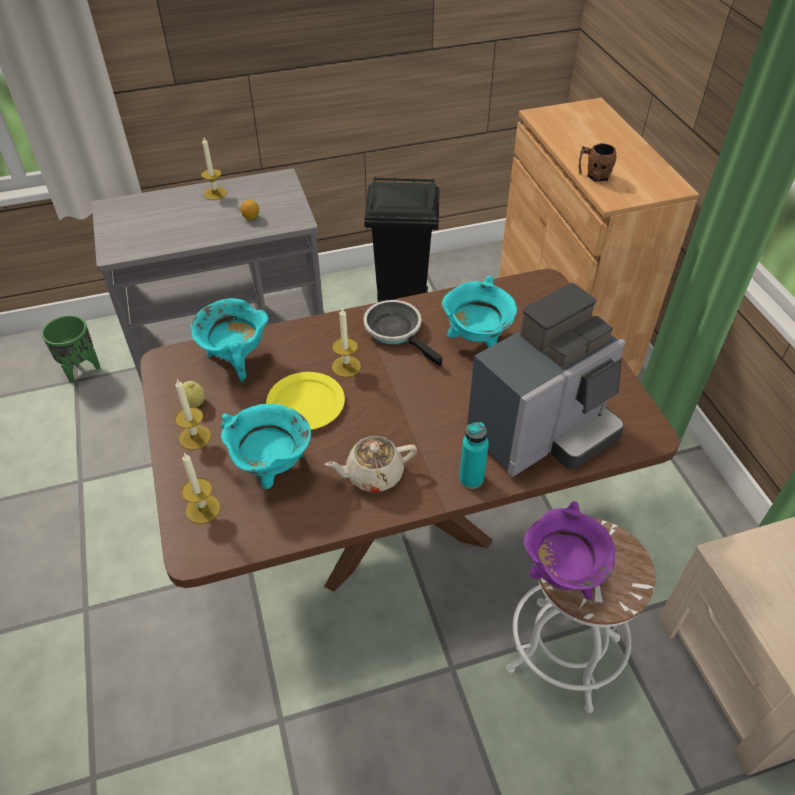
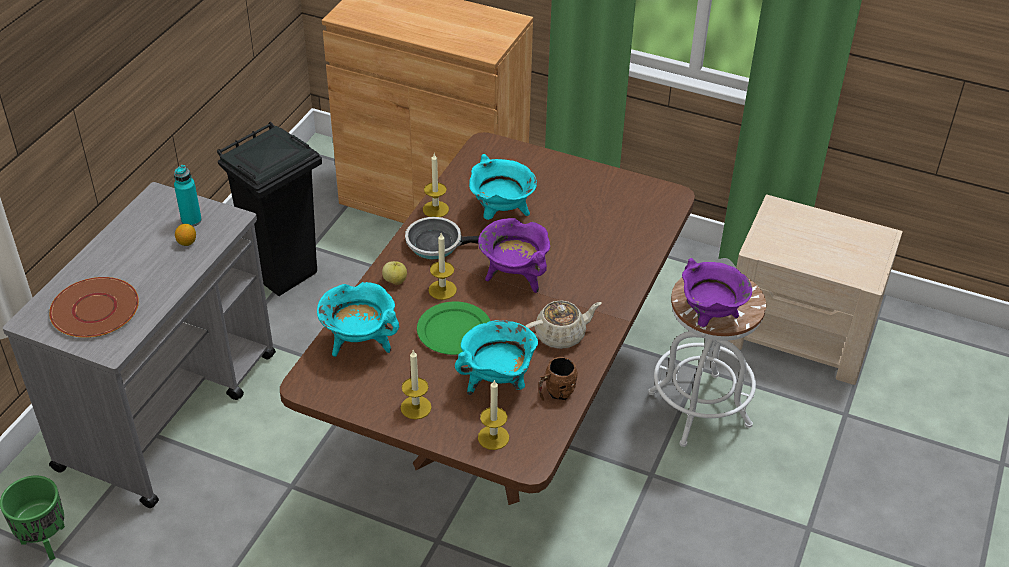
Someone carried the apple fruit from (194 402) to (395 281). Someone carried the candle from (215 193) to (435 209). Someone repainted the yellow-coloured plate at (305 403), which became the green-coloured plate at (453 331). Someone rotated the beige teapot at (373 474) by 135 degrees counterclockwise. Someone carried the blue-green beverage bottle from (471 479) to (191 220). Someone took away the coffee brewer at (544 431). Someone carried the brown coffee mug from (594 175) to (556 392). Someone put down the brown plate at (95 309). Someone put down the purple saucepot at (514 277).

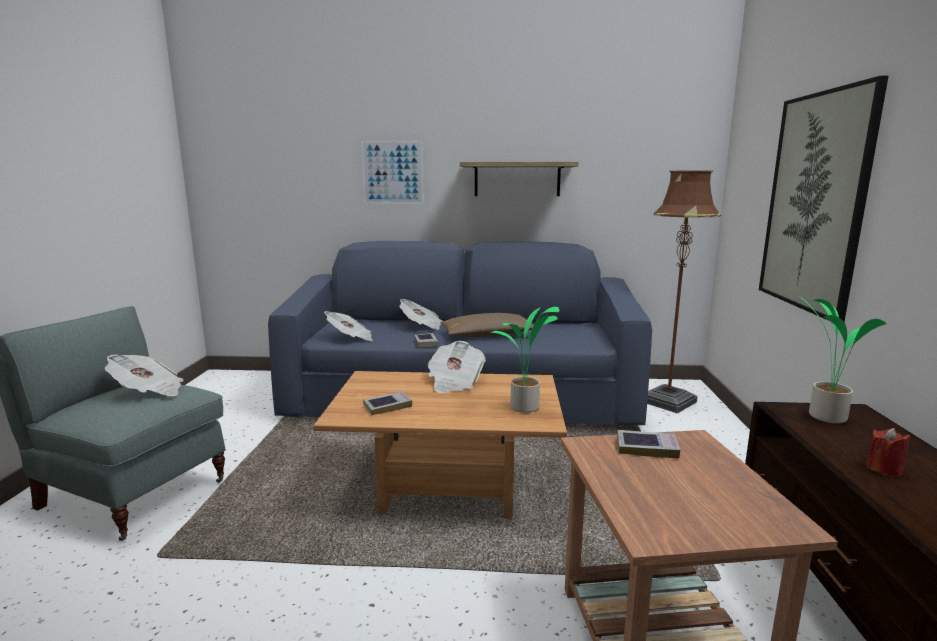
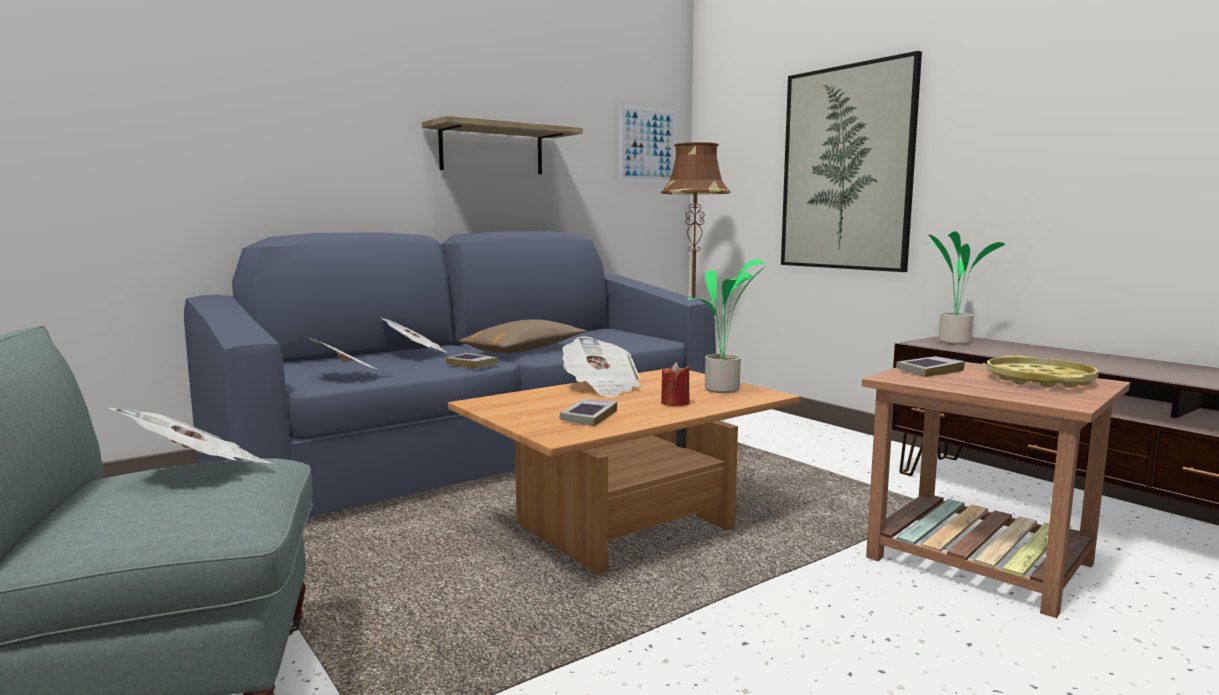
Someone carried the picture from (392 172) to (648 145). Someone carried the red-coloured candle from (884 469) to (675 403). Someone put down the yellow-coloured carrying tray at (1039 380).

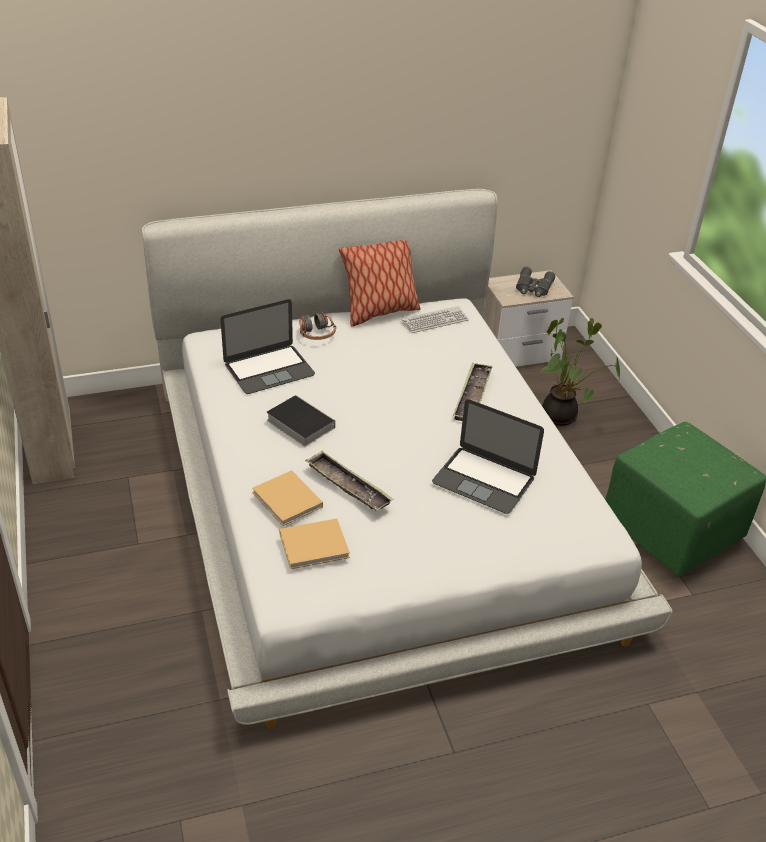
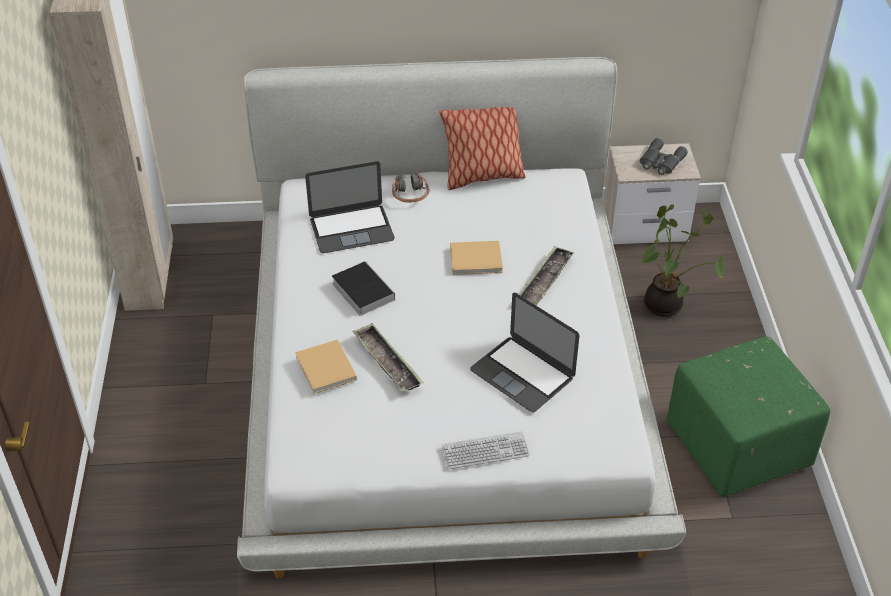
Someone carried the beige volume from (316 545) to (477 259). Someone carried the computer keyboard from (434 321) to (485 451).

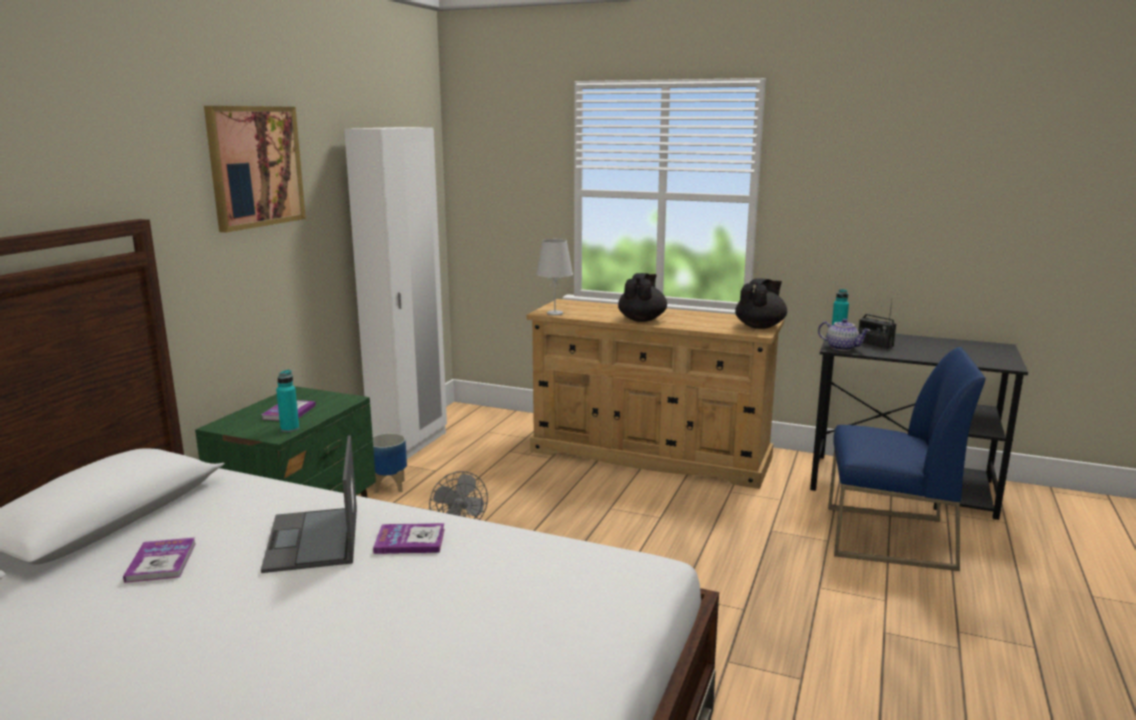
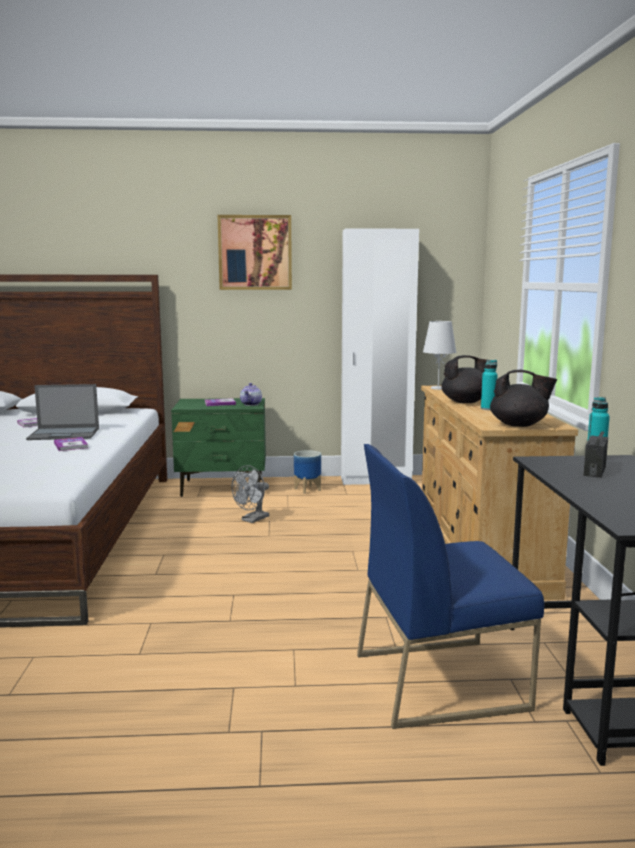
Someone rotated the notebook computer at (313 540) by 150 degrees counterclockwise. Someone carried the blue-green beverage bottle from (290 429) to (488 409). Someone carried the teapot from (842 348) to (251 404). Someone rotated the blue upright chair at (887 537) by 90 degrees clockwise.

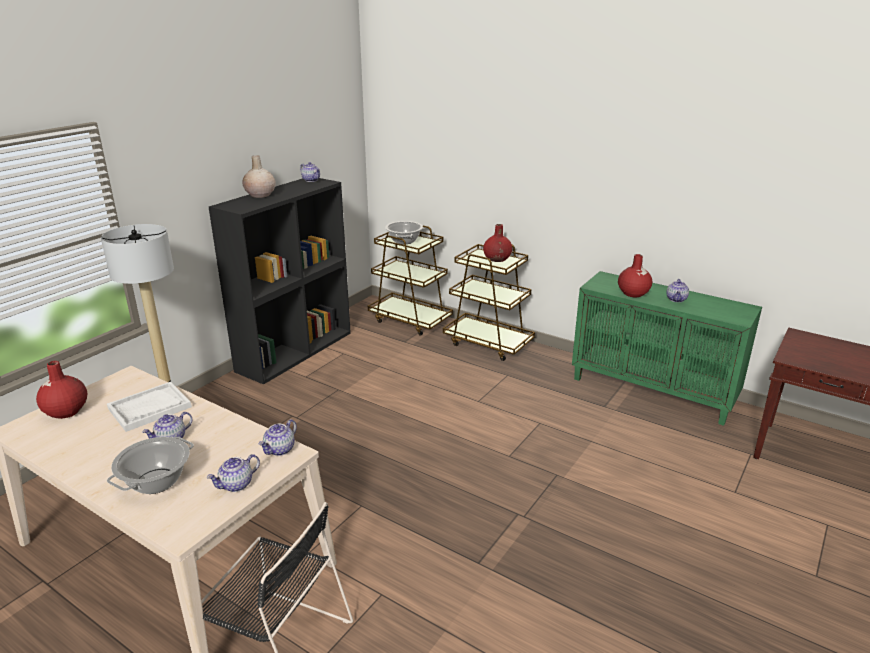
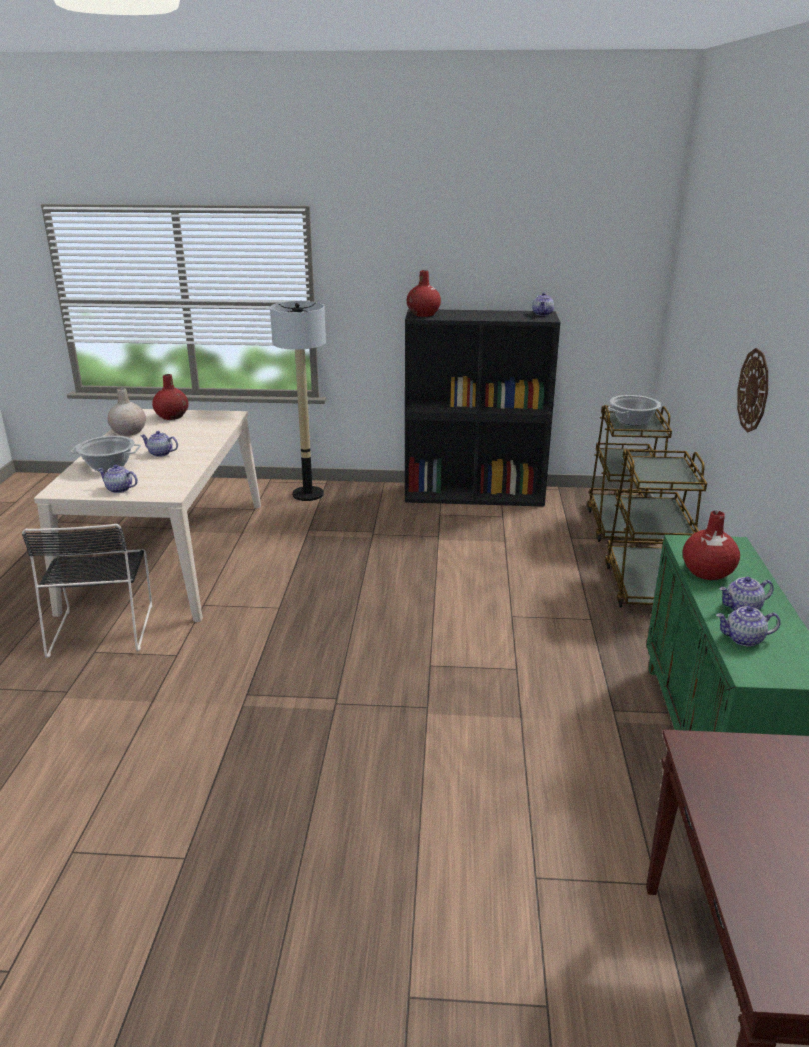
Someone took away the whitish carrying tray at (149 408). Someone carried the beige flower vase from (260 195) to (128 432). Someone carried the teapot from (280 449) to (743 639). Someone carried the red-coloured flower vase from (497 259) to (423 314). Someone put up the hanging clock at (754 390).

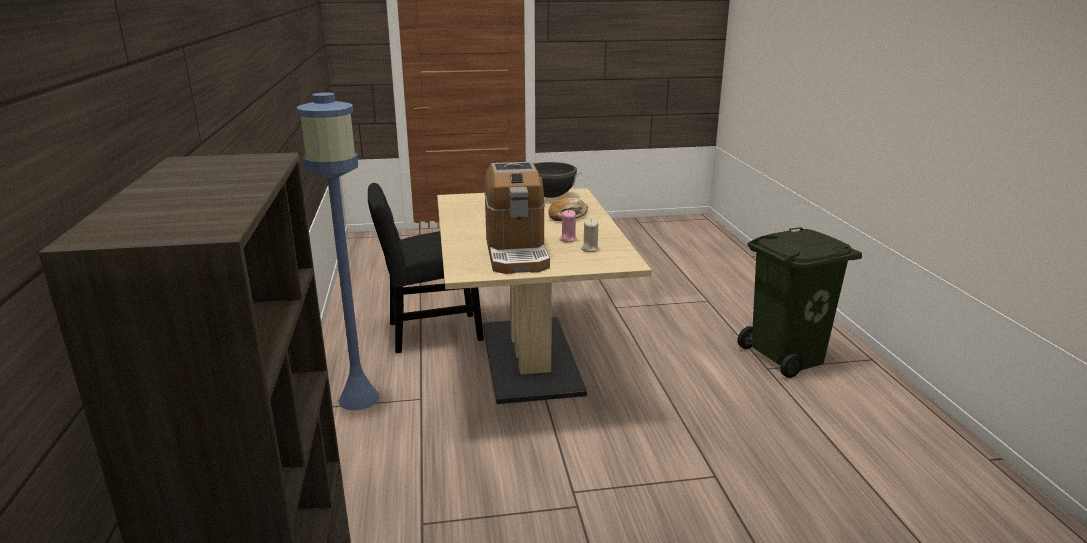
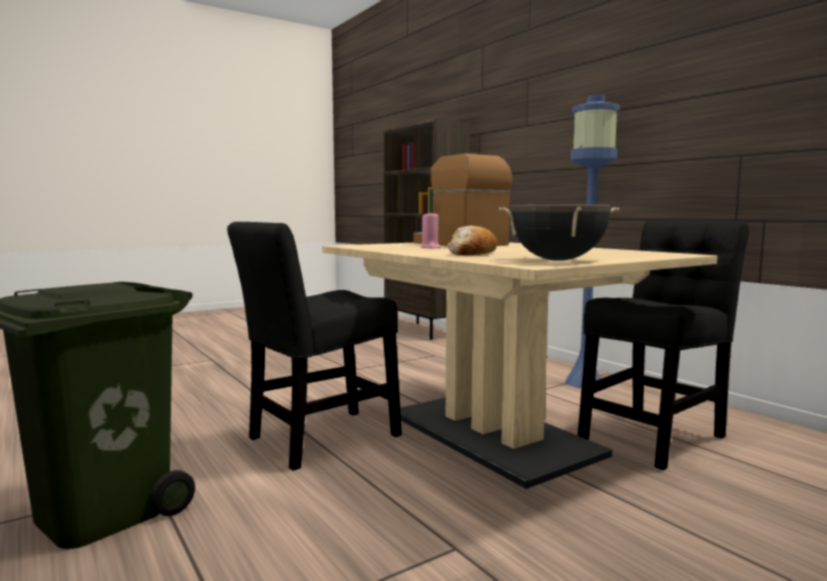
Someone took away the beige candle at (590 249). Someone put down the black-coloured upright chair at (318 439).

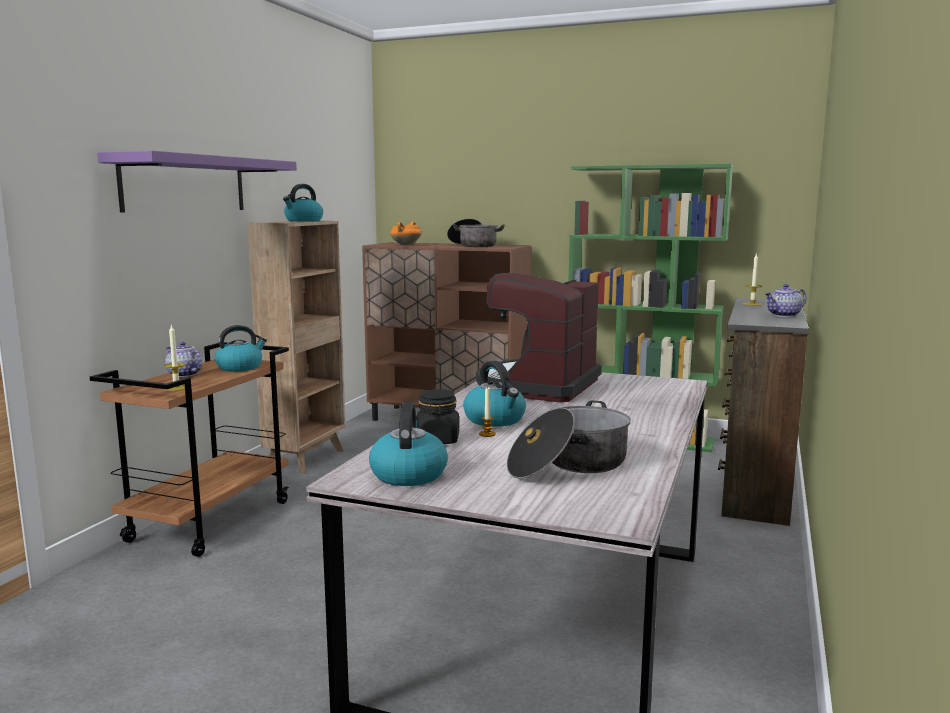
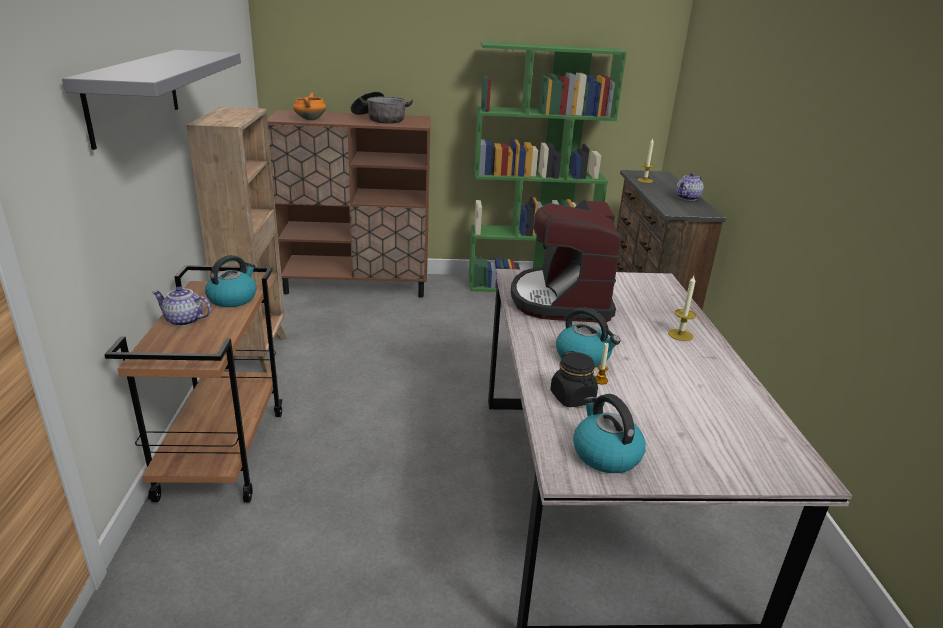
Someone repainted the purple wall shelf at (185 184), which became the greyish wall shelf at (134 94). Someone carried the candle from (176 388) to (680 335). Someone took away the kettle at (303 221). Someone took away the saucepot at (568 465).

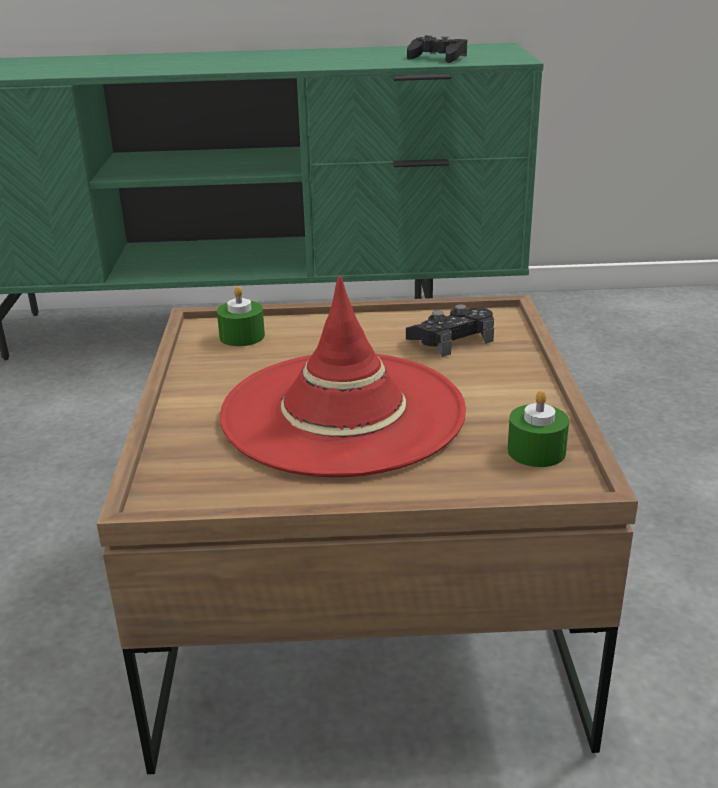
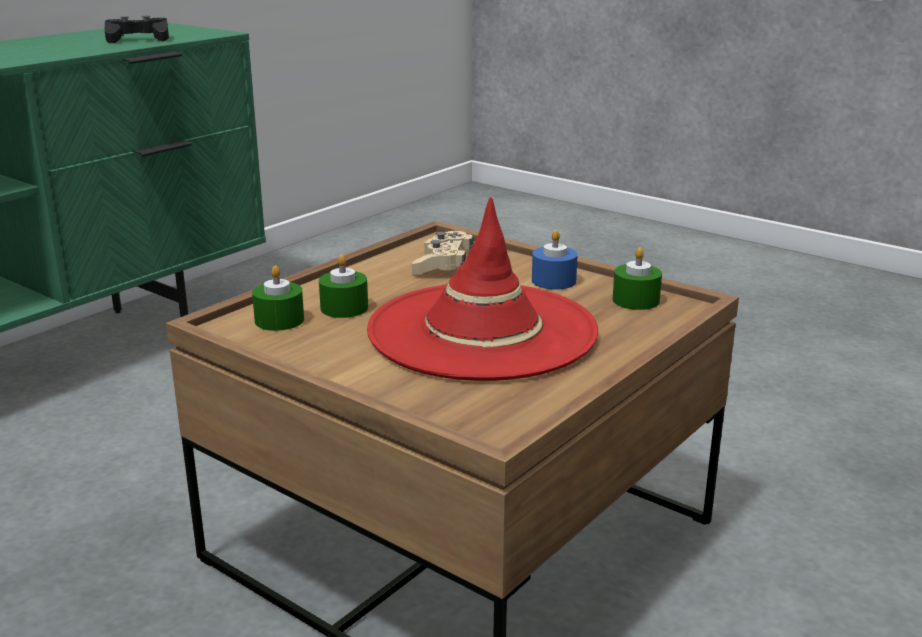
Someone repainted the black-coloured game controller at (451 340), which became the beige game controller at (443 265). Someone put down the green-coloured candle at (344 308). Someone put down the blue candle at (553 281).

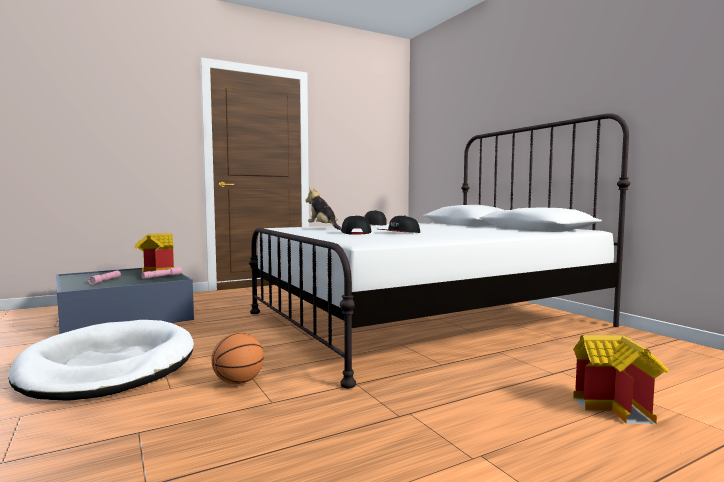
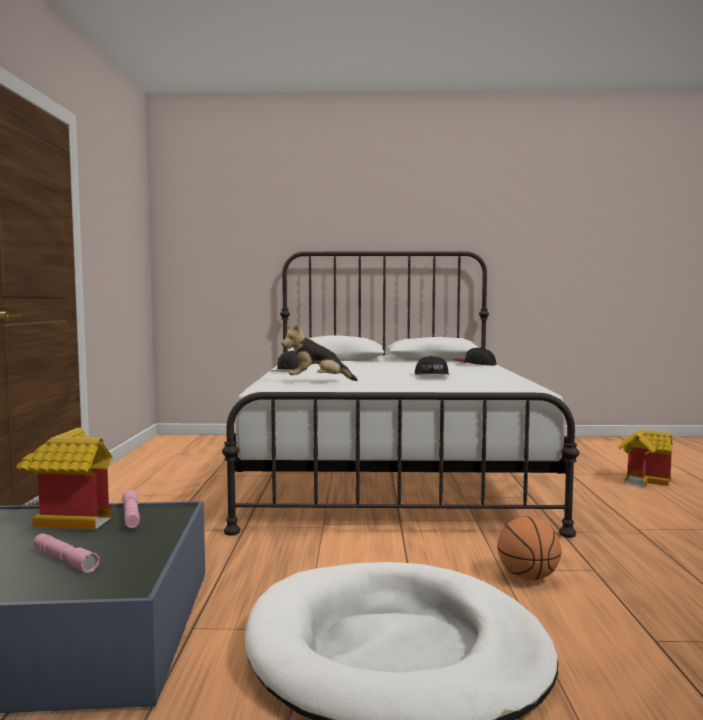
Someone carried the cap from (355 232) to (474 364).

